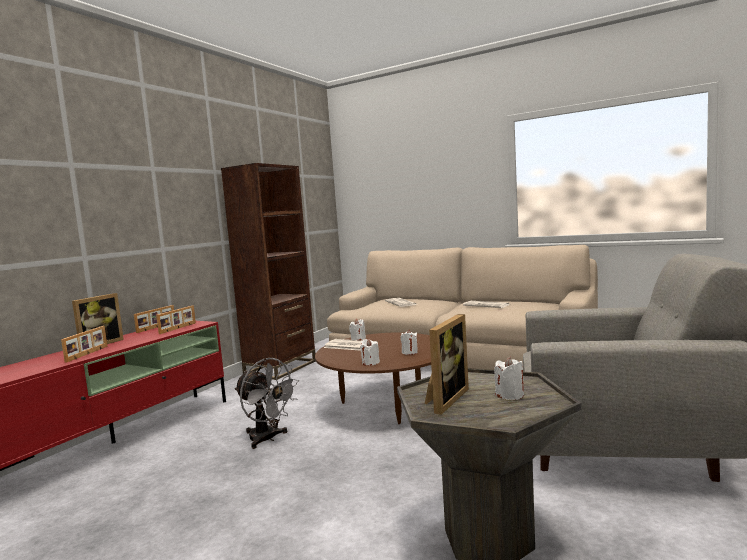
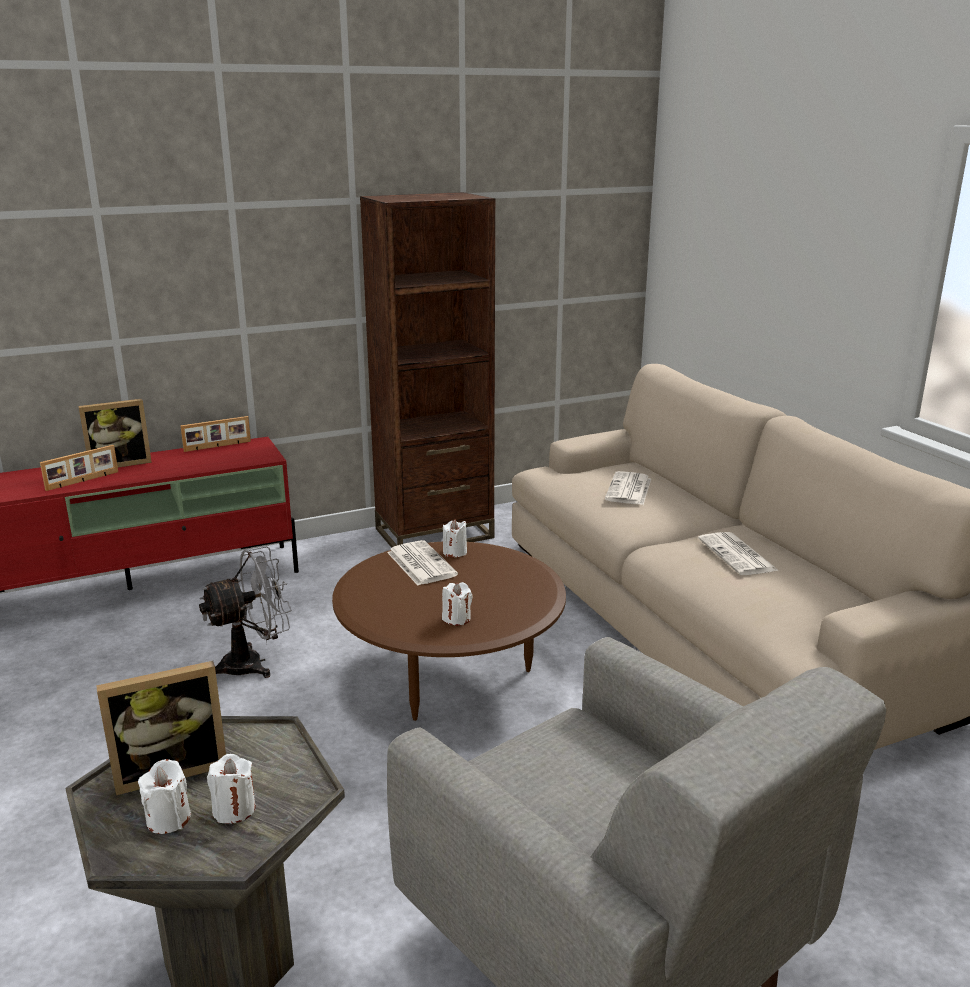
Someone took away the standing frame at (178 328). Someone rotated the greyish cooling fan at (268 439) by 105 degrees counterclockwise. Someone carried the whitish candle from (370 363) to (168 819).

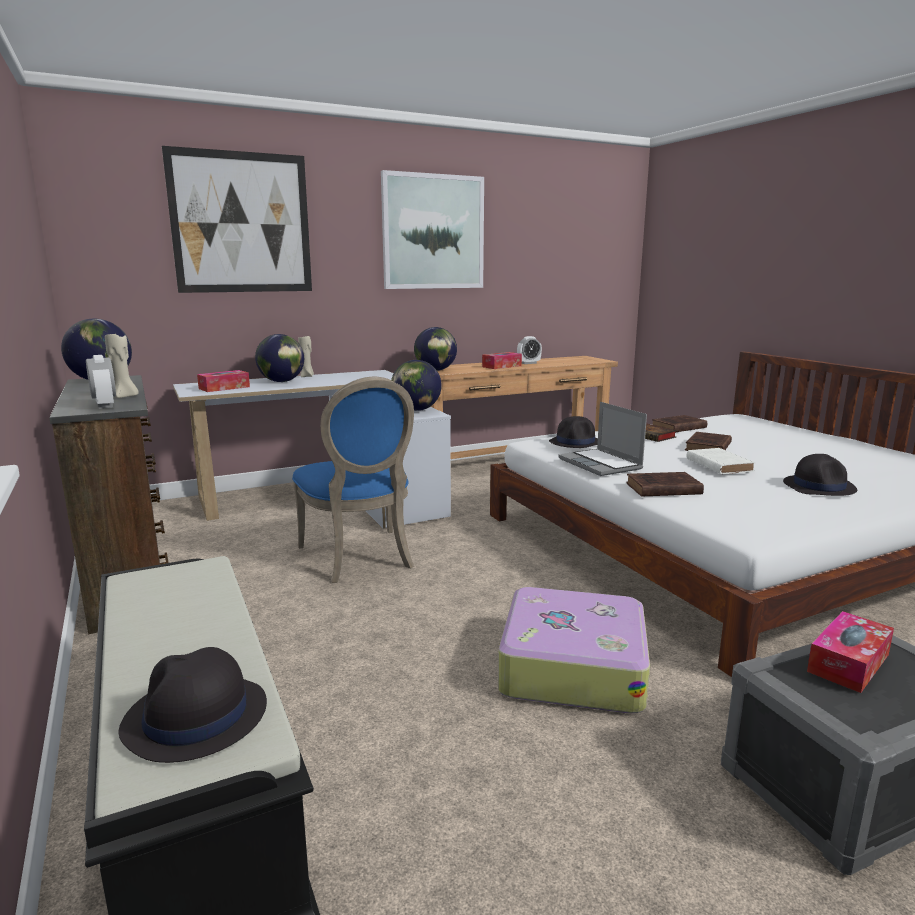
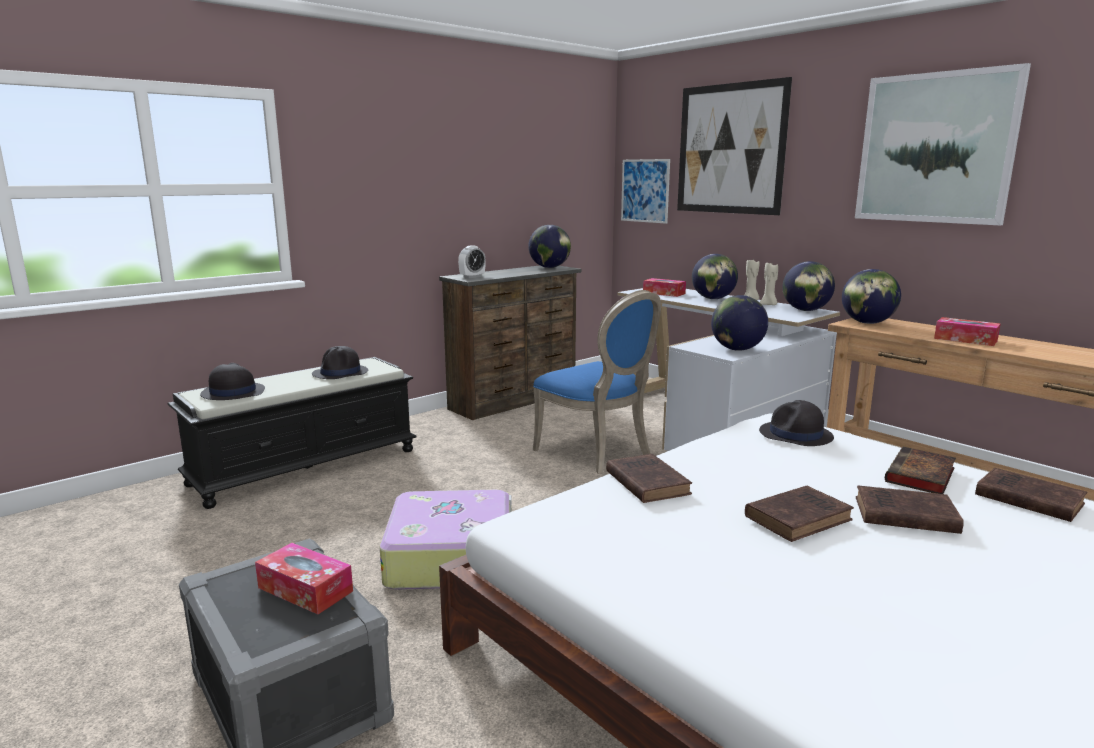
Someone carried the beige candle from (125 397) to (768 305). Someone rotated the blue upright chair at (360 558) by 90 degrees counterclockwise. Someone took away the bedside clock at (528 363). Someone took away the notebook computer at (601 464). Someone repainted the whitish volume at (718 464), which became the brown volume at (799 517). Someone carried the black-coloured wearable hat from (819 486) to (340 373). Someone put up the picture at (645 190). Someone put down the globe at (805 310).

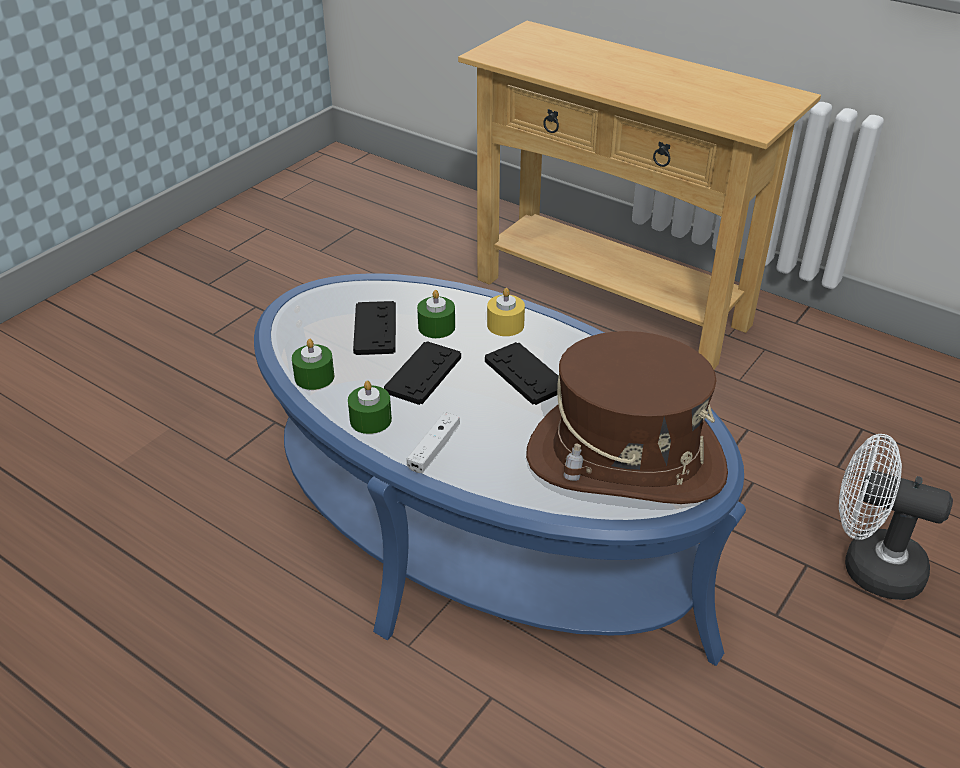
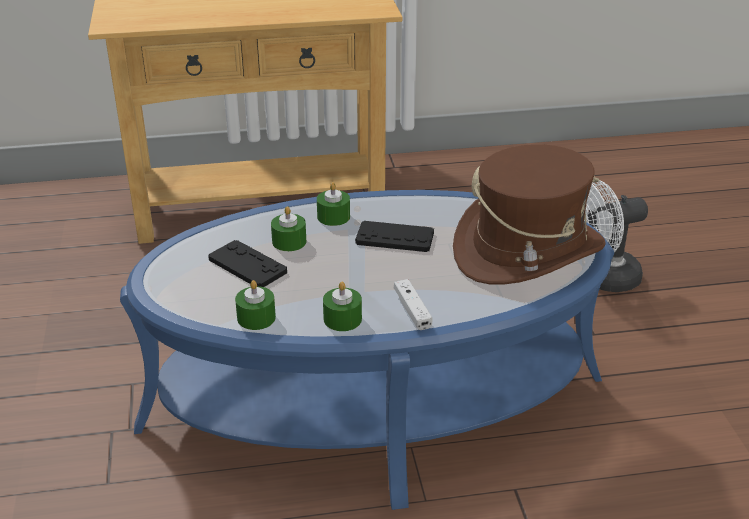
Someone took away the black-coloured game controller at (423 374). Someone repainted the yellow-coloured candle at (505 325), which became the green-coloured candle at (333 217).

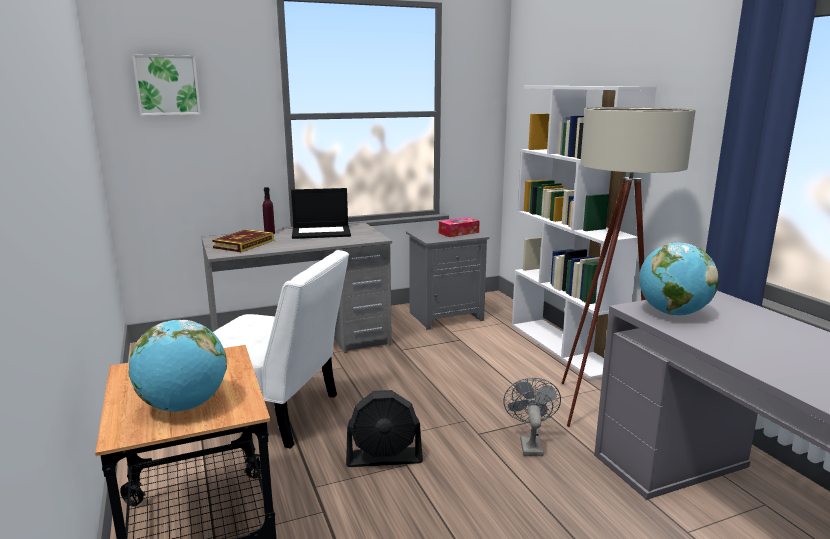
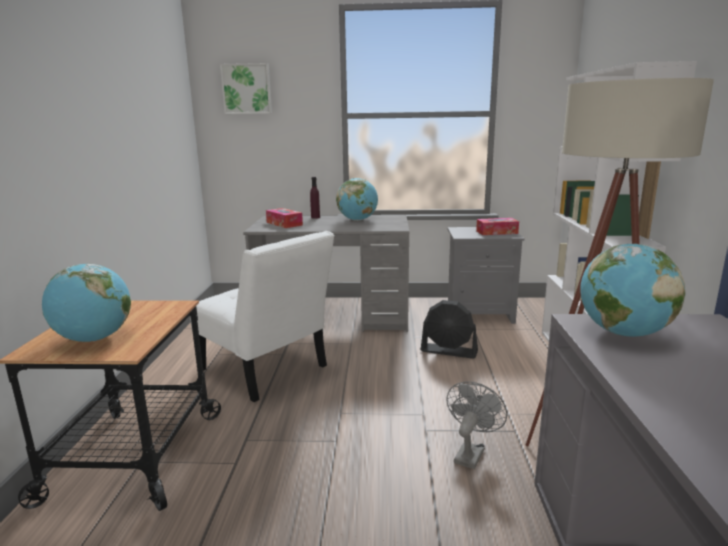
Someone swapped the volume at (244 244) for the tissue box at (284 224). Someone swapped the notebook computer at (322 232) for the globe at (357 220). Someone carried the black-coloured cooling fan from (384 458) to (449 351).

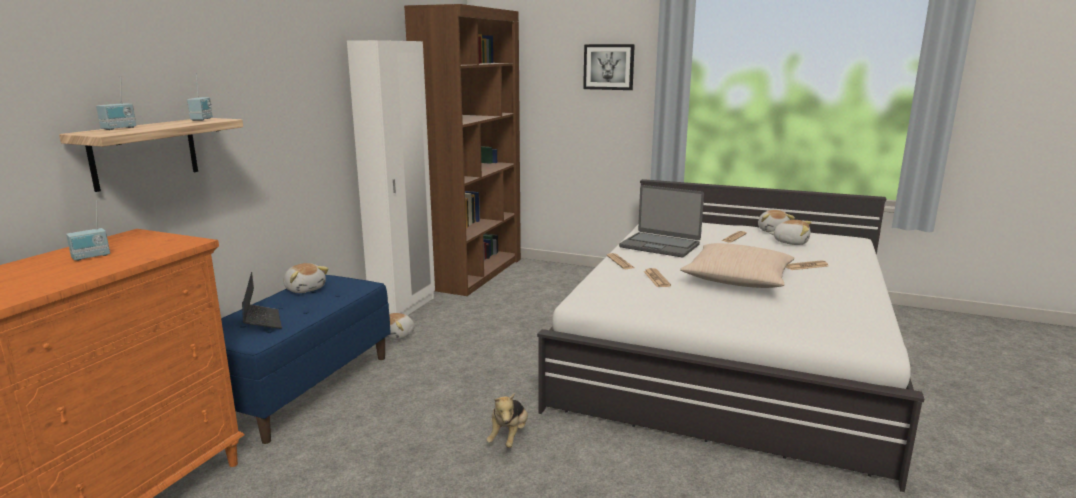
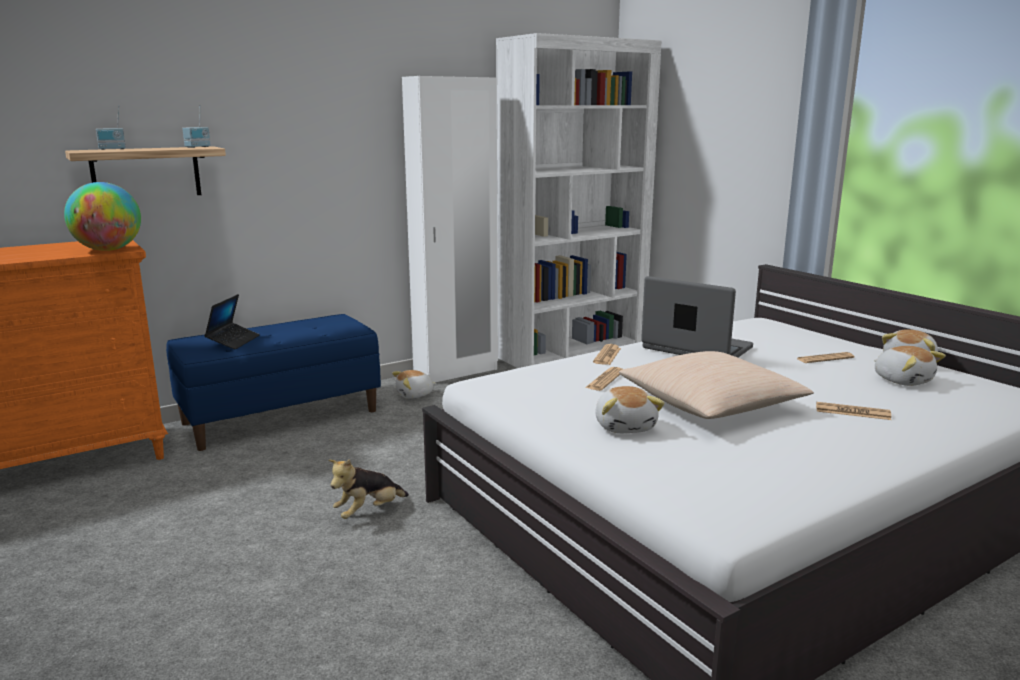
Someone took away the radio at (91 257). Someone carried the plush toy from (305 289) to (625 426). Someone repainted the brown shelving unit at (474 273), which became the whitish shelving unit at (572 354). Someone took away the picture at (609 67). Someone rotated the notebook computer at (660 245) by 150 degrees clockwise. Someone put down the globe at (108 250).

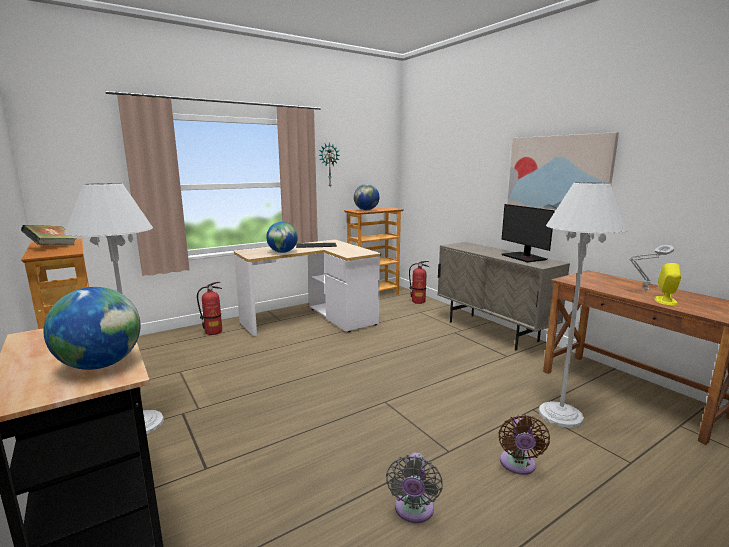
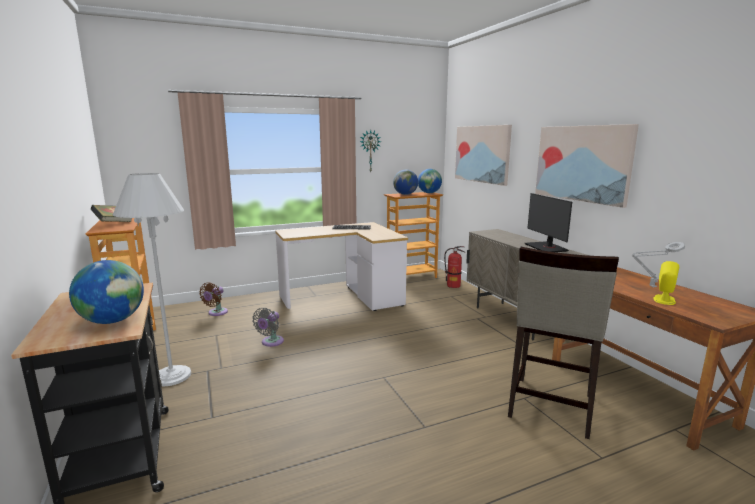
Someone took away the extinguisher at (213 332). Someone carried the globe from (283 252) to (429 193). Someone carried the greyish cooling fan from (413 511) to (271 342). Someone carried the brown cooling fan from (518 465) to (216 313). Someone swapped the whitish floor lamp at (560 415) for the beige stool at (550 406). Someone put up the picture at (482 154).

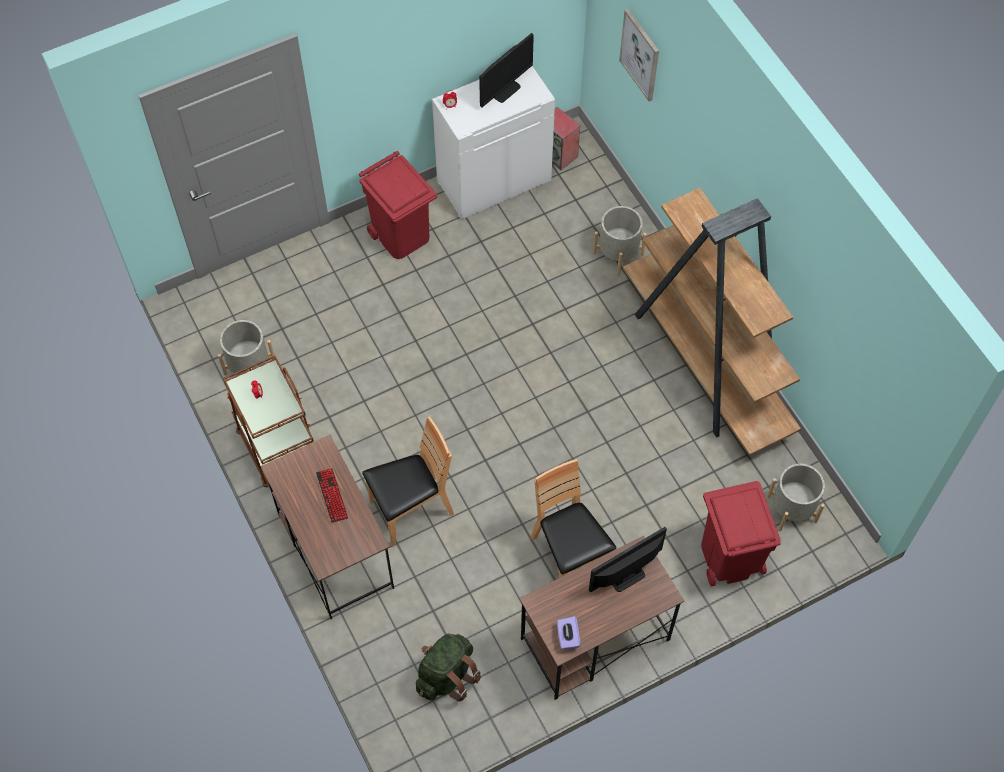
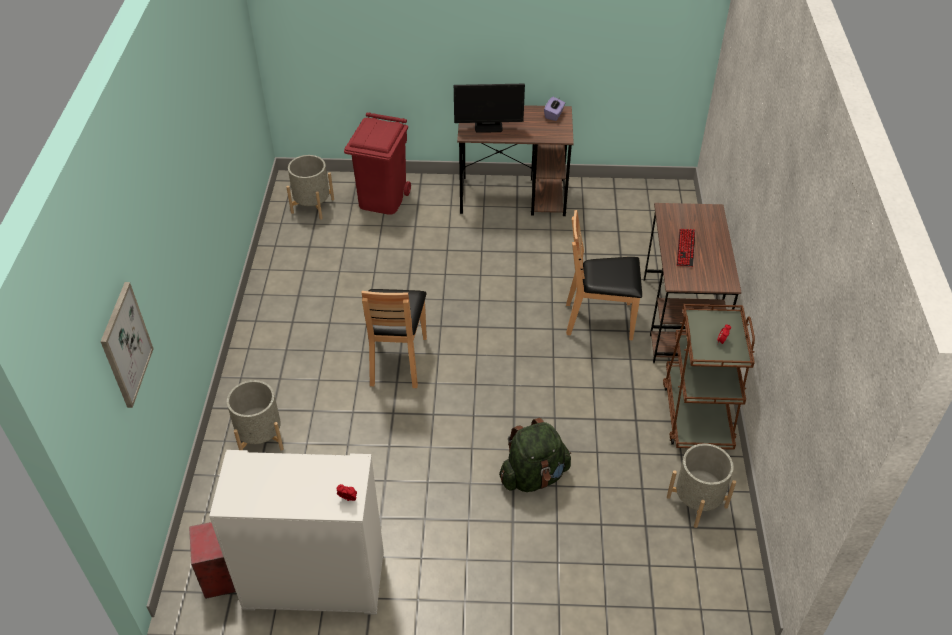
Someone took away the red-coloured rubbish bin at (402 235). Someone carried the green-coloured rucksack from (446 675) to (534 476). Someone took away the monitor at (504 90). Someone carried the brown upright chair from (569 557) to (397 360). Someone took away the brown shelving unit at (706 362).

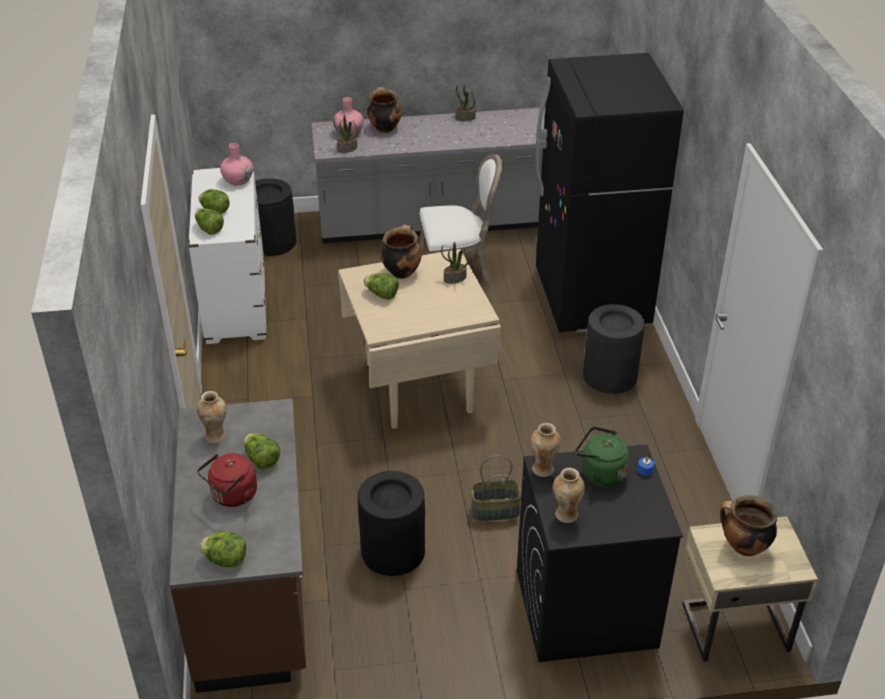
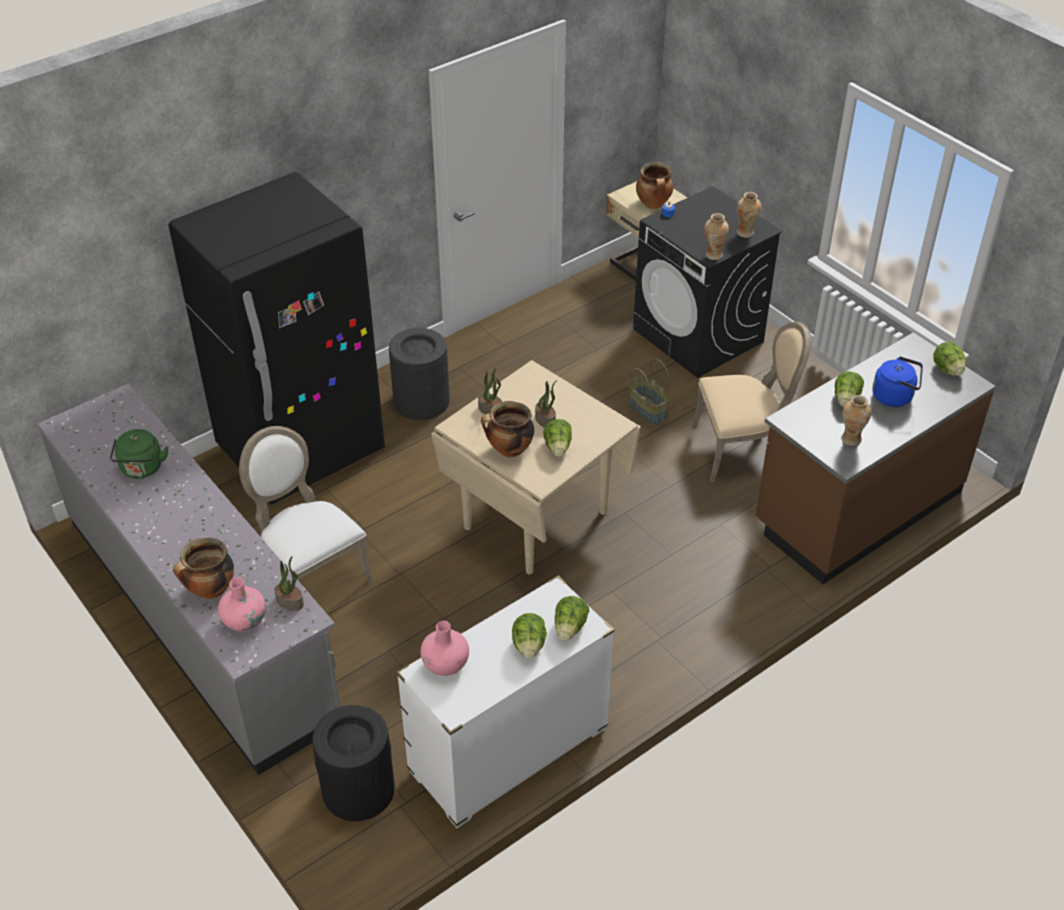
Someone repainted the red-coloured kettle at (232 496), which became the blue kettle at (895 396). Someone swapped the black-coloured rubbish bin at (392 551) for the beige upright chair at (741 449). Someone carried the plant in a pot from (465 118) to (546 420). Someone carried the green-coloured kettle from (600 473) to (142 469).

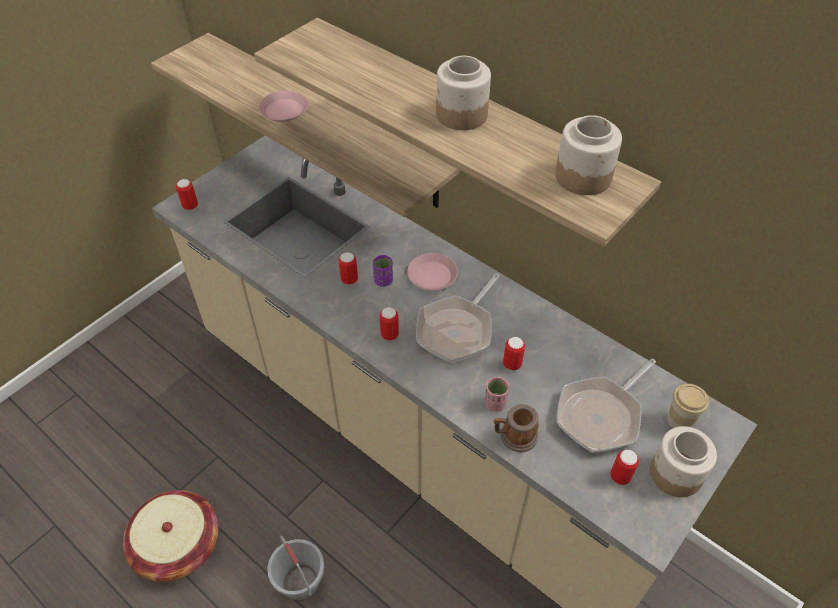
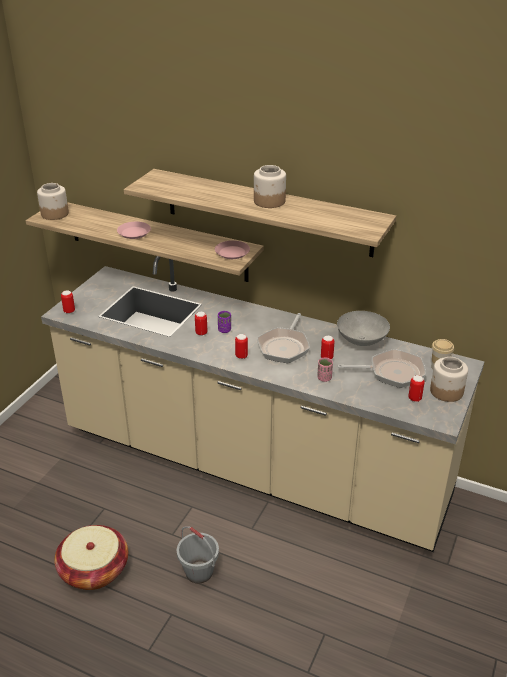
Someone carried the pink-coloured plate from (432 275) to (232 253). Someone took away the coffee mug at (514 436). Someone carried the preserve jar from (583 176) to (55 214). Someone rotated the pan at (601 415) by 120 degrees counterclockwise. Someone put down the greyish serving bowl at (362 341).

